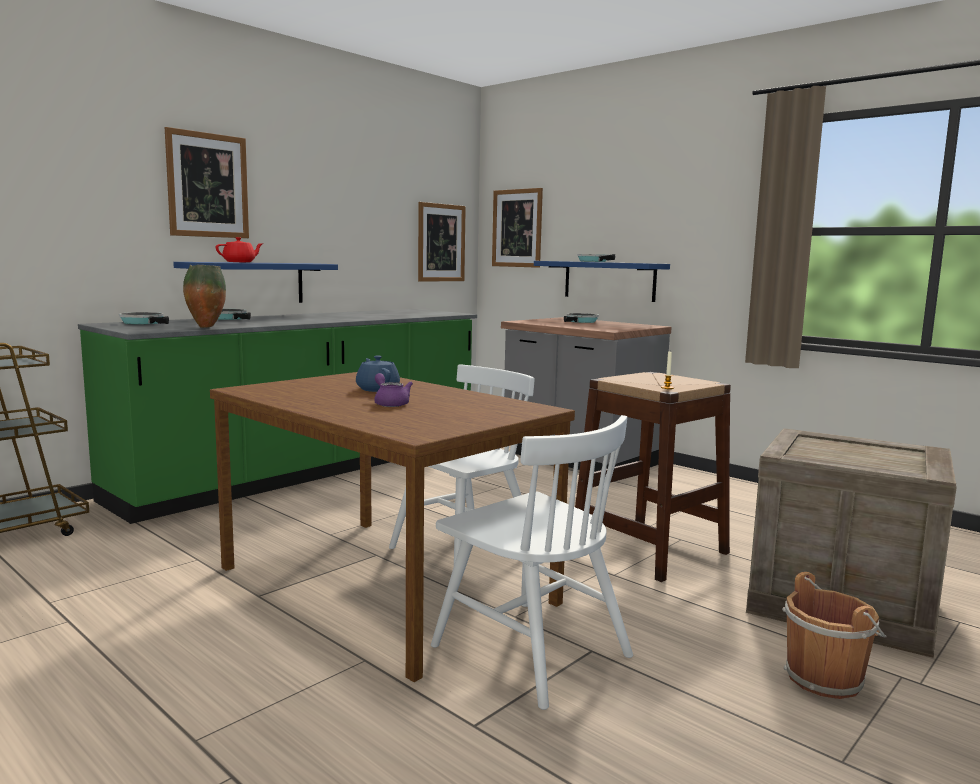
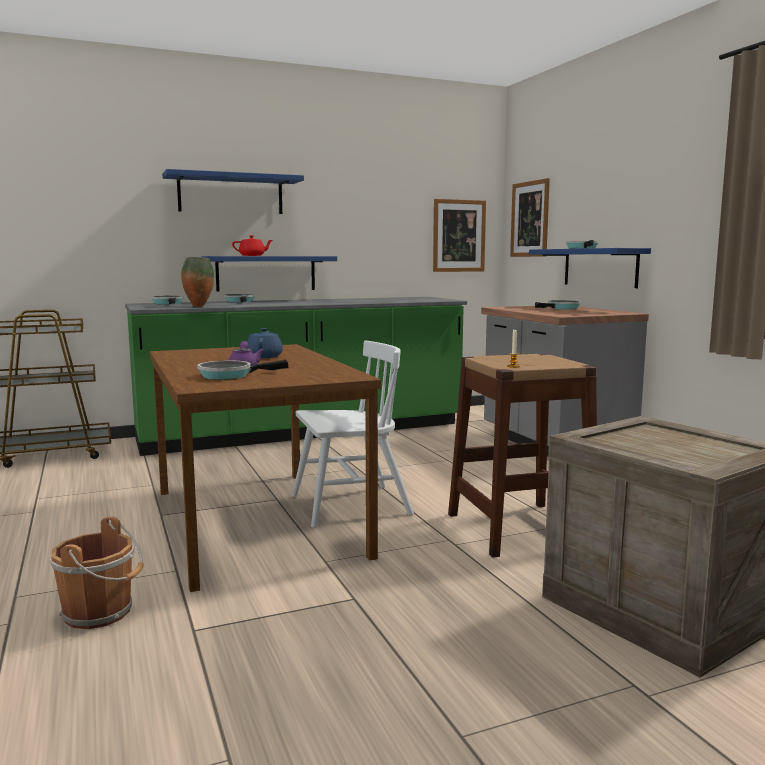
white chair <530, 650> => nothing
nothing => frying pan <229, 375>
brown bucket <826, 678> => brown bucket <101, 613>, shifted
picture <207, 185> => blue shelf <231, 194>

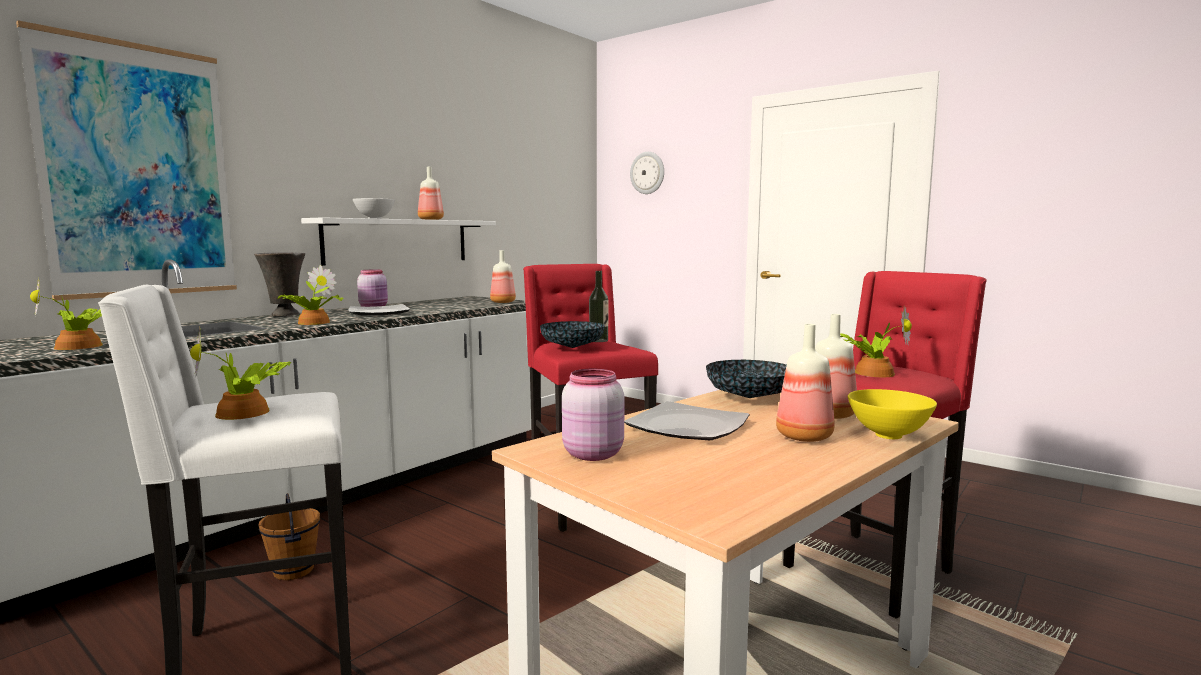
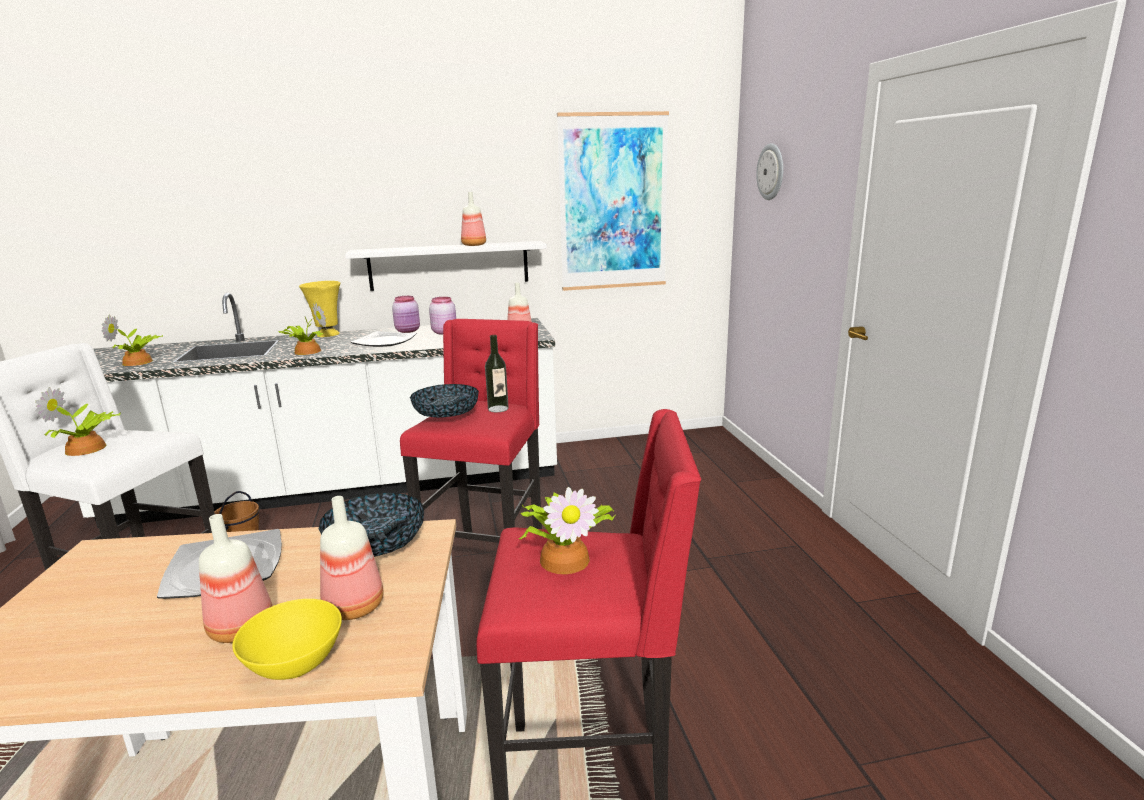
white bowl <375, 218> => nothing
picture <138, 172> => picture <613, 203>, shifted
pink jar <591, 454> => pink jar <444, 332>, shifted
grey vase <284, 315> => yellow vase <327, 335>

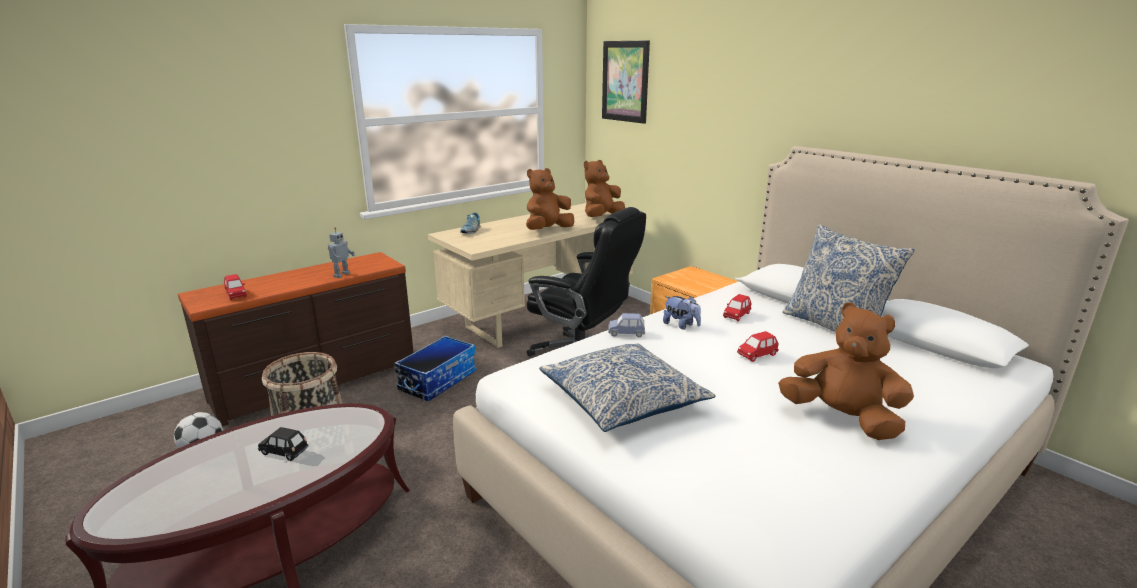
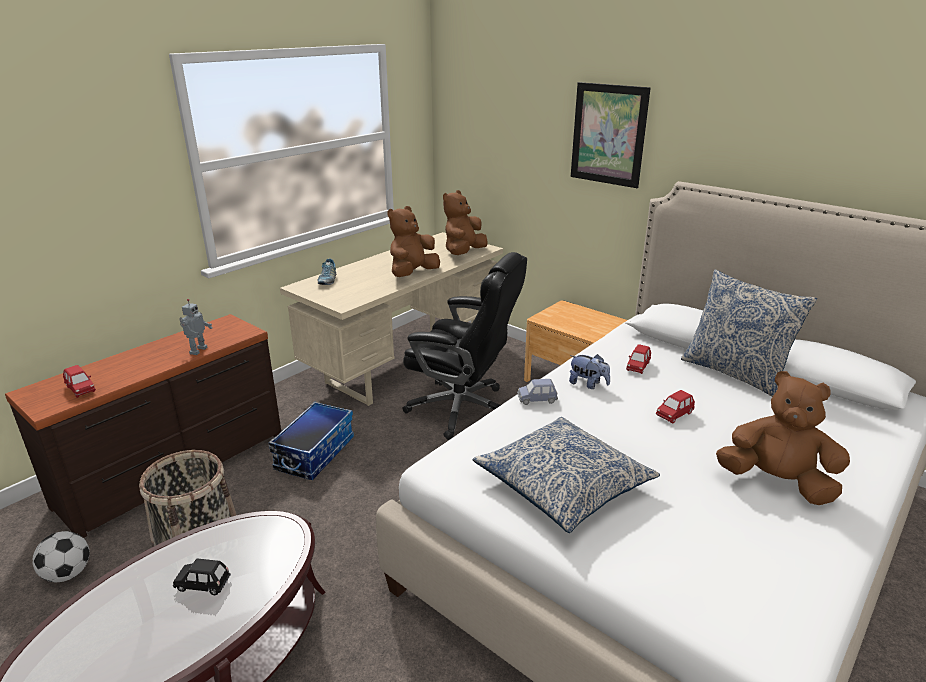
picture <625, 81> => picture <608, 134>, shifted

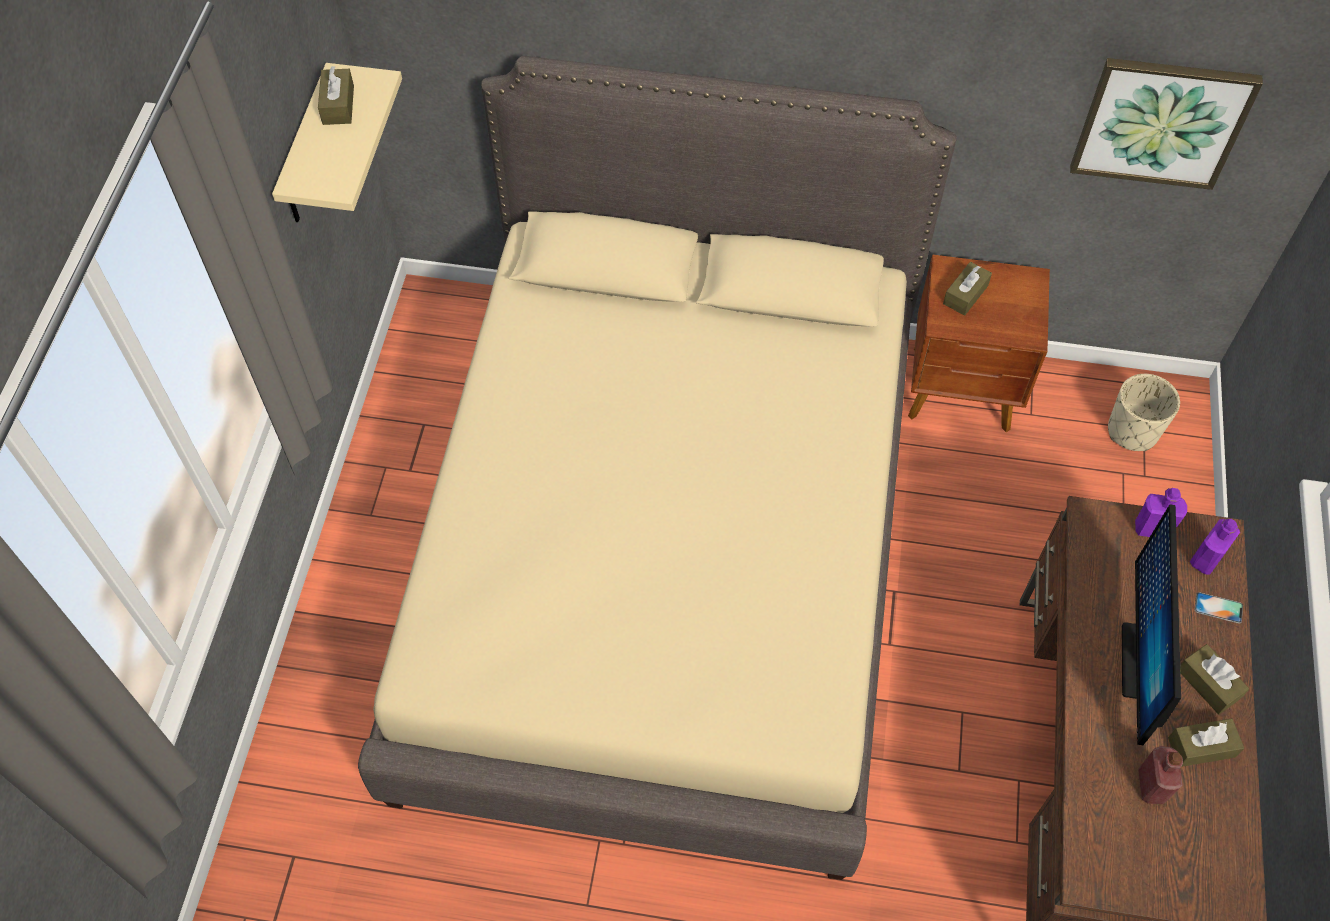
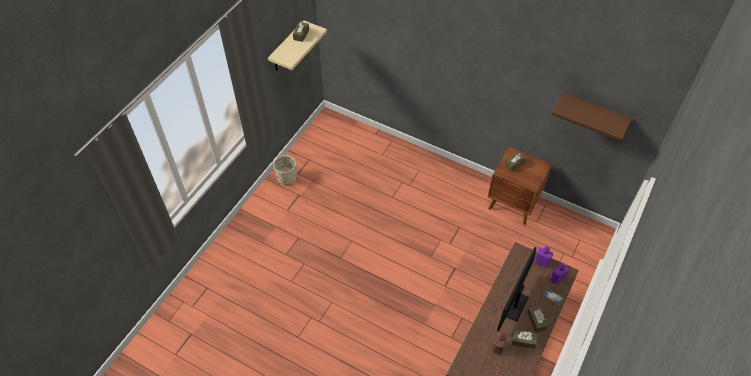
beige bed <665, 556> => nothing
beige planter <1132, 431> => beige planter <287, 178>, shifted
picture <1161, 122> => brown shelf <593, 114>

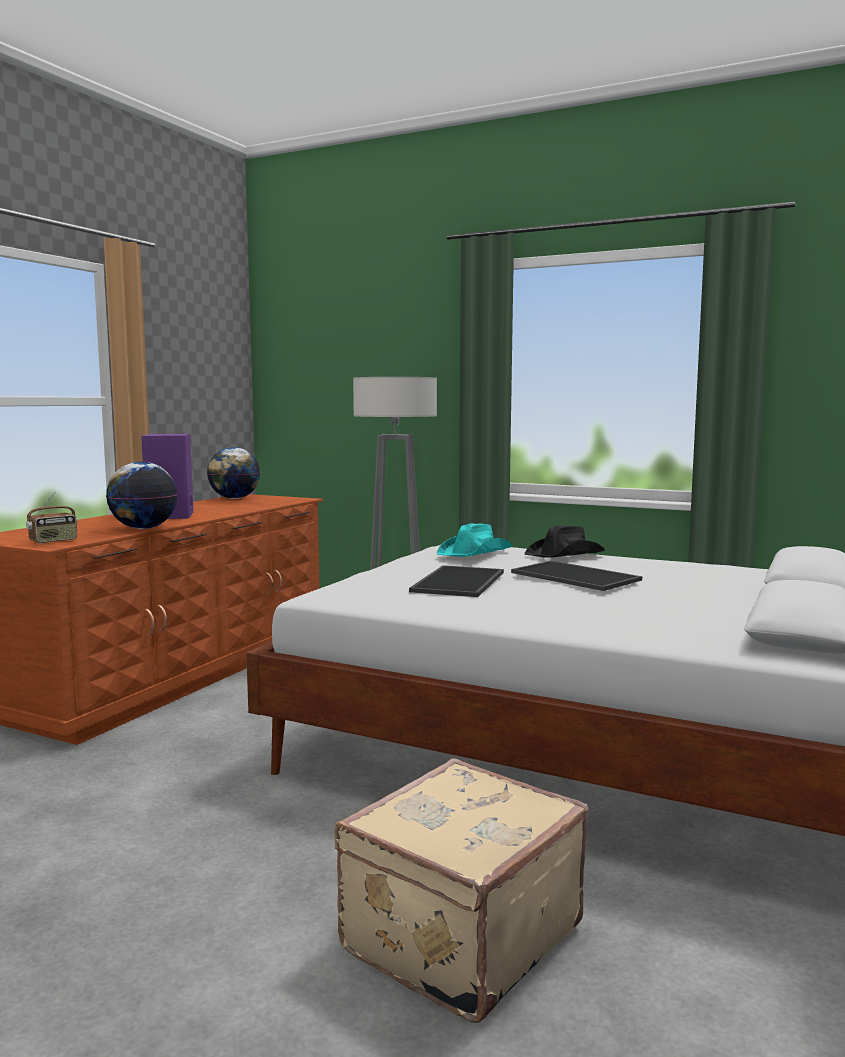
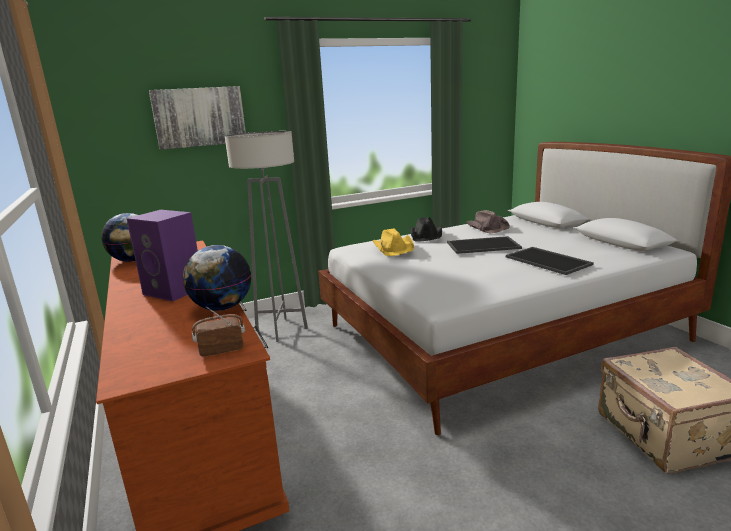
nothing => picture <199, 117>
nothing => brown hat <487, 227>
tray <460, 582> => tray <549, 261>, shifted
turquoise hat <475, 552> => yellow hat <394, 248>
radio <53, 541> => radio <221, 349>, 105 degrees counterclockwise

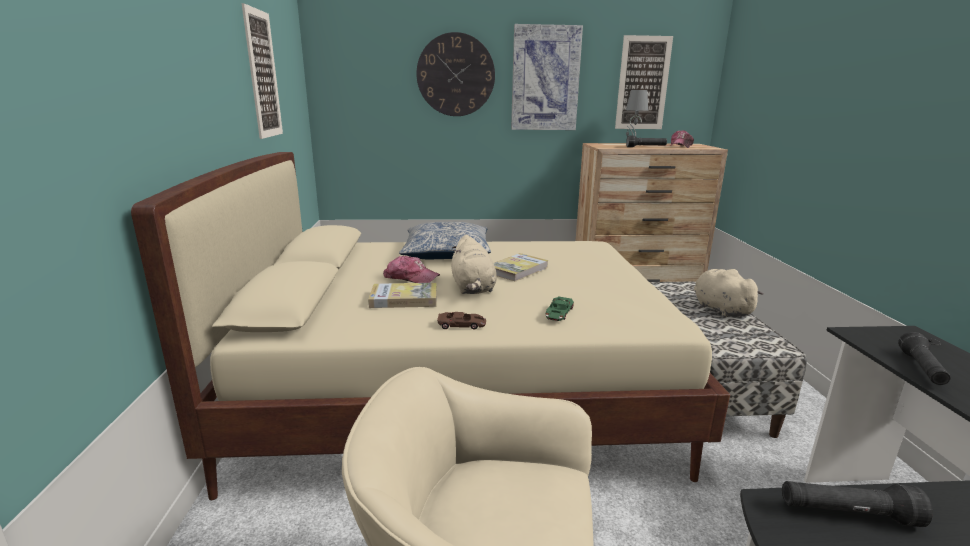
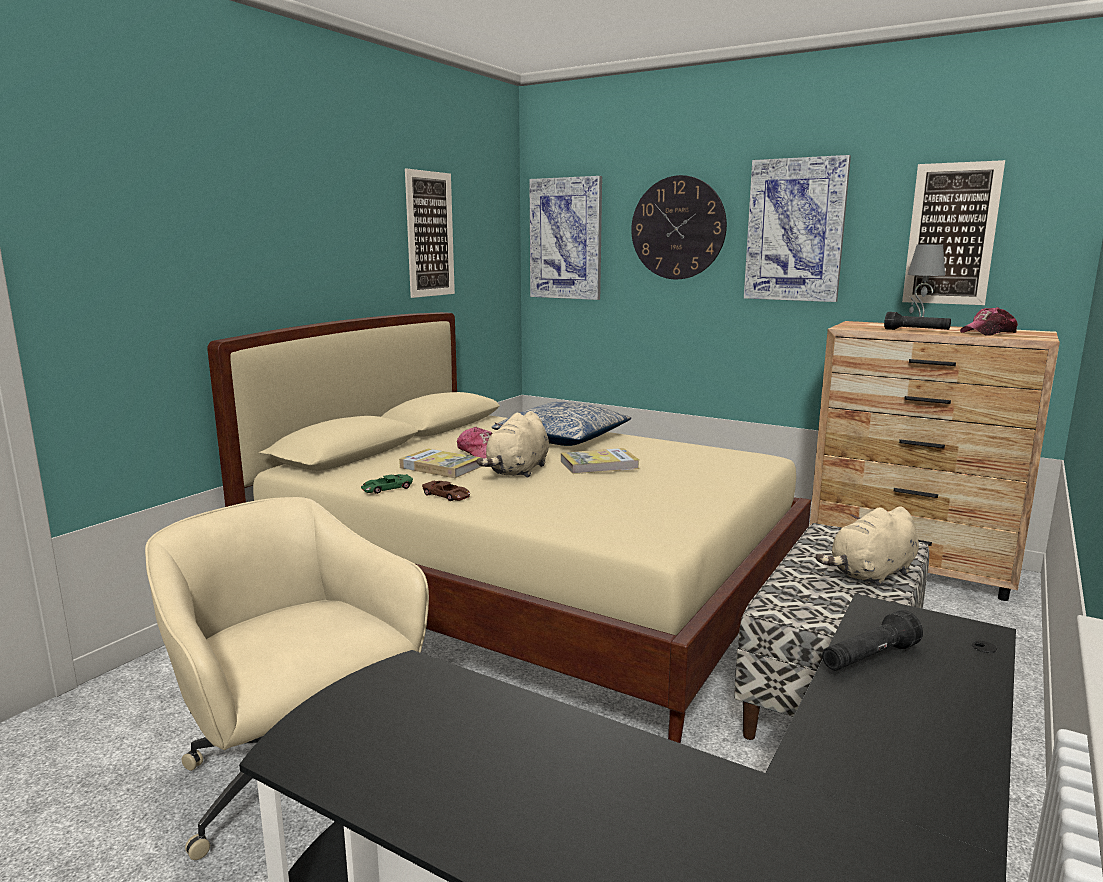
black flashlight <847, 514> => nothing
nothing => picture <566, 239>
green toy car <558, 313> => green toy car <386, 488>, shifted
beige plush toy <719, 309> => beige plush toy <871, 574>, 135 degrees counterclockwise

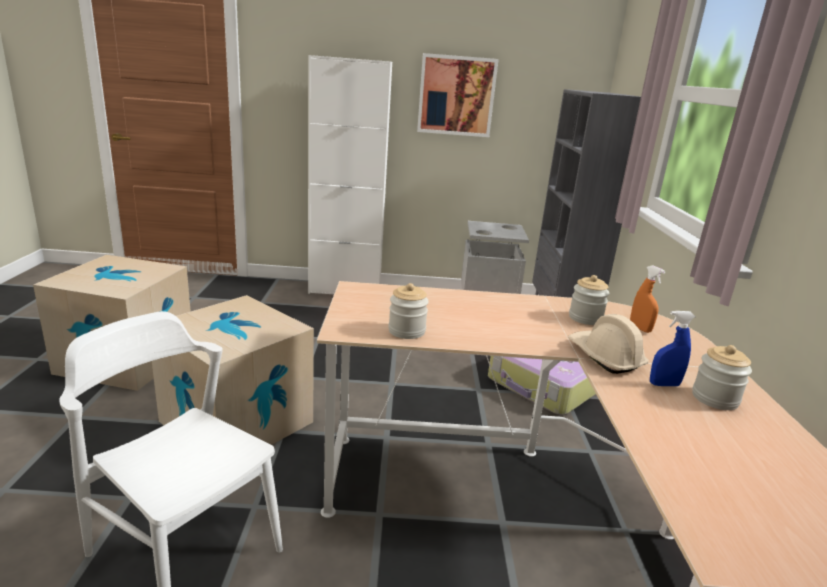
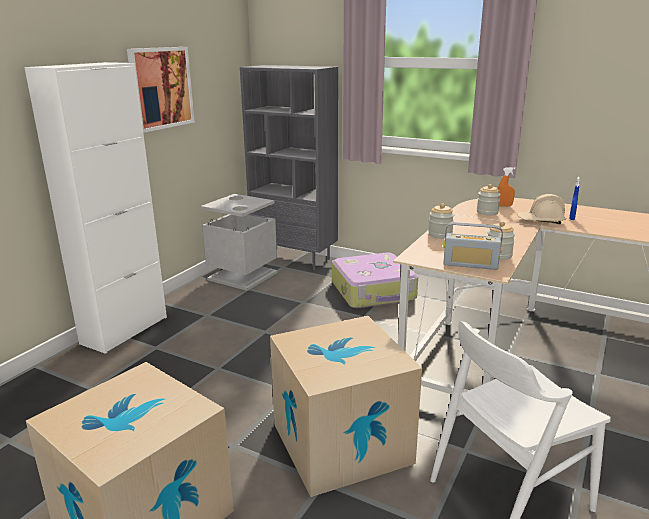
nothing => radio <470, 264>
jar <715, 398> => jar <440, 235>, shifted

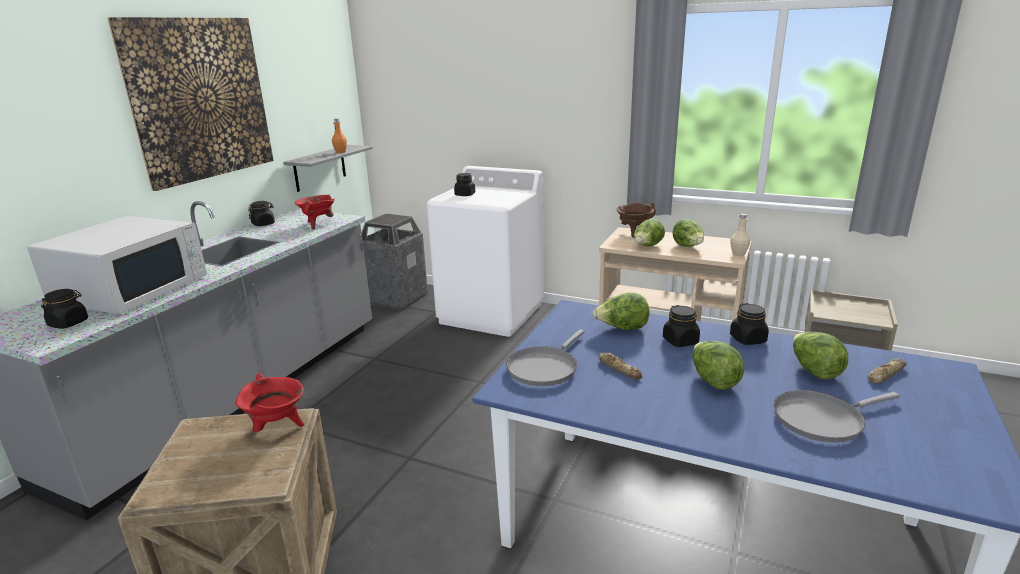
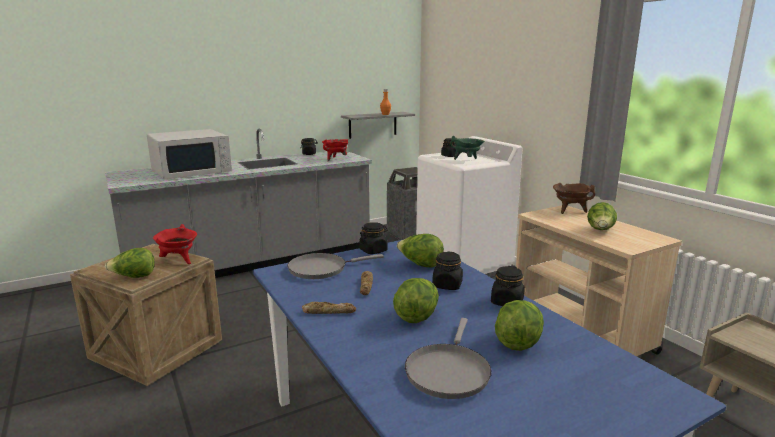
picture <200, 99> => nothing
beige bottle <738, 254> => nothing
nothing => green cooking pot <467, 160>
black jar <68, 323> => black jar <373, 250>, shifted
lettuce <647, 246> => lettuce <134, 277>, shifted
bread <885, 374> => bread <329, 311>, shifted
grey frying pan <821, 419> => grey frying pan <448, 371>, 90 degrees counterclockwise

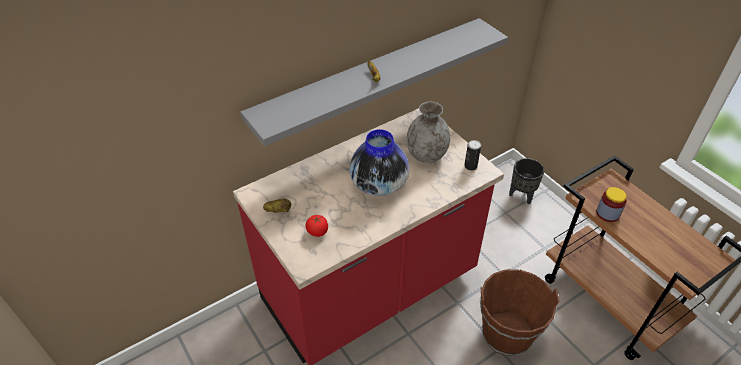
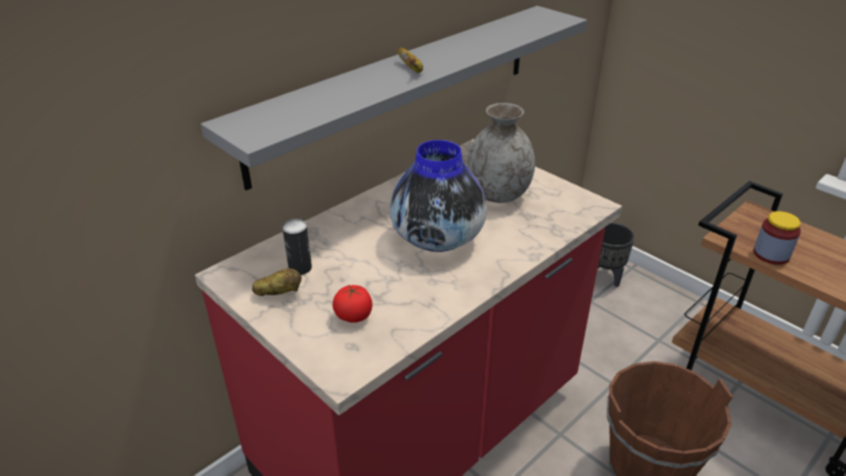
can <470, 166> => can <300, 268>, shifted

